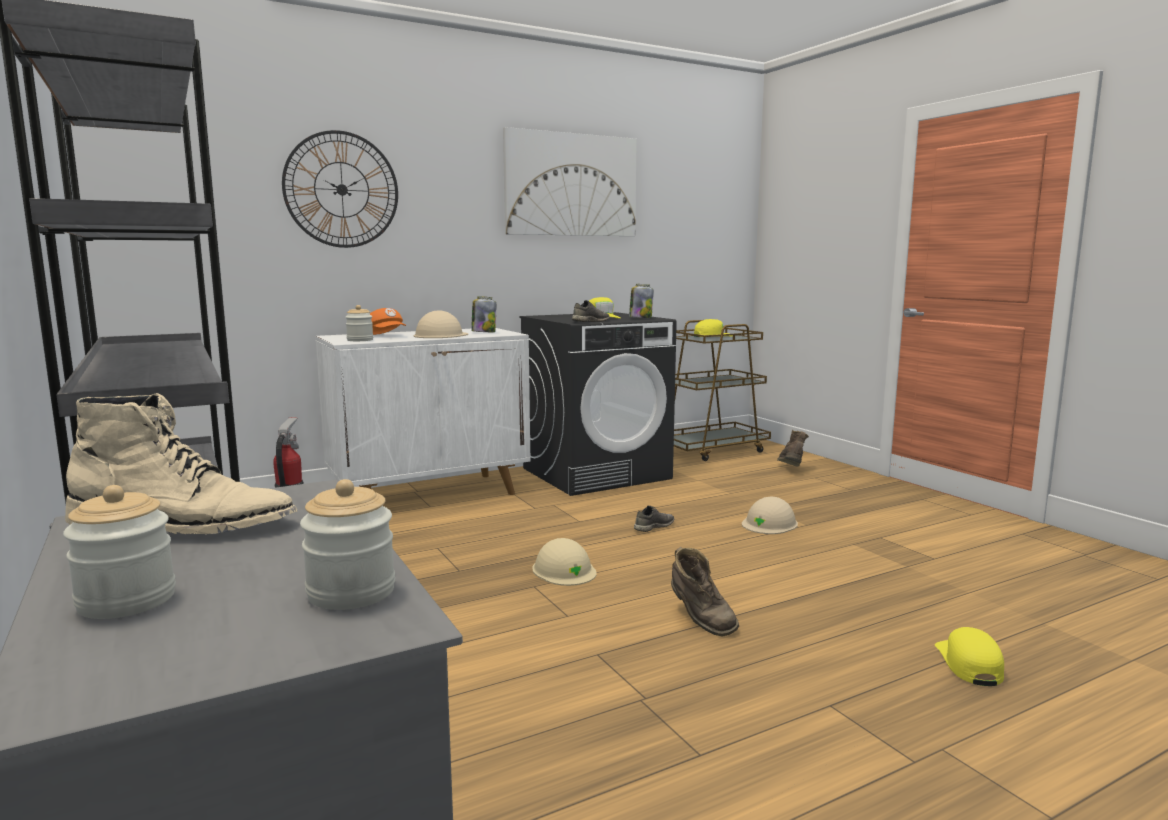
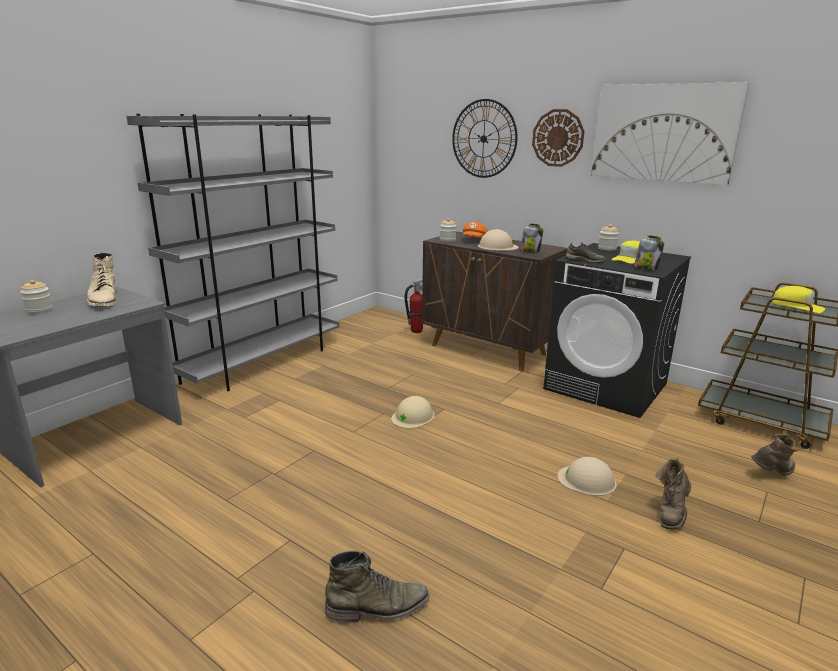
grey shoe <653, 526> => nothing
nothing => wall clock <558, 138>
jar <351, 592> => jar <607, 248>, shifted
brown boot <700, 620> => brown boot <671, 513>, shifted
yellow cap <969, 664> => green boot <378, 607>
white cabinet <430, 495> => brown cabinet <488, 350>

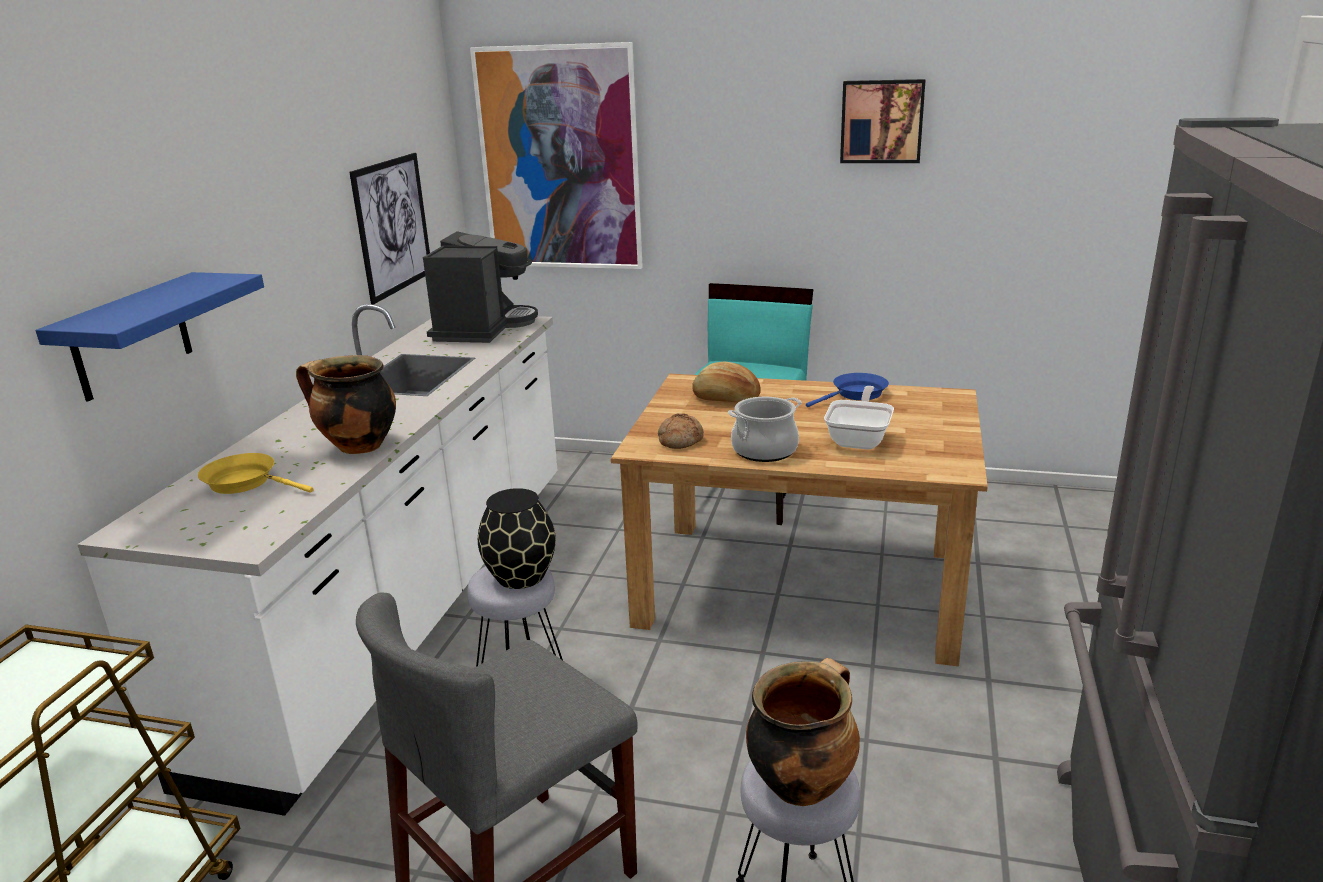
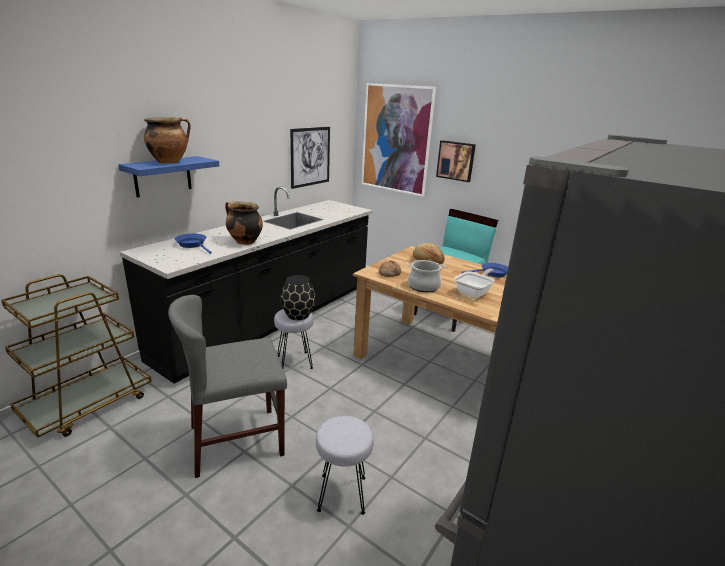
coffee machine <482, 328> => nothing
cooking pot <801, 783> => cooking pot <170, 162>, shifted
picture <882, 121> => picture <456, 160>, shifted
white counter <410, 607> => black counter <272, 321>
yellow frying pan <246, 482> => blue frying pan <193, 245>

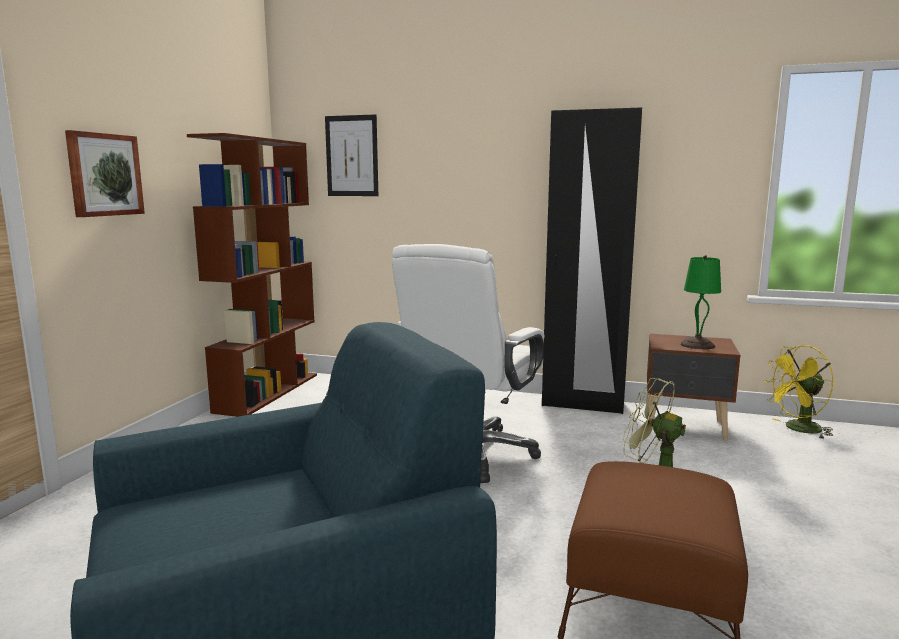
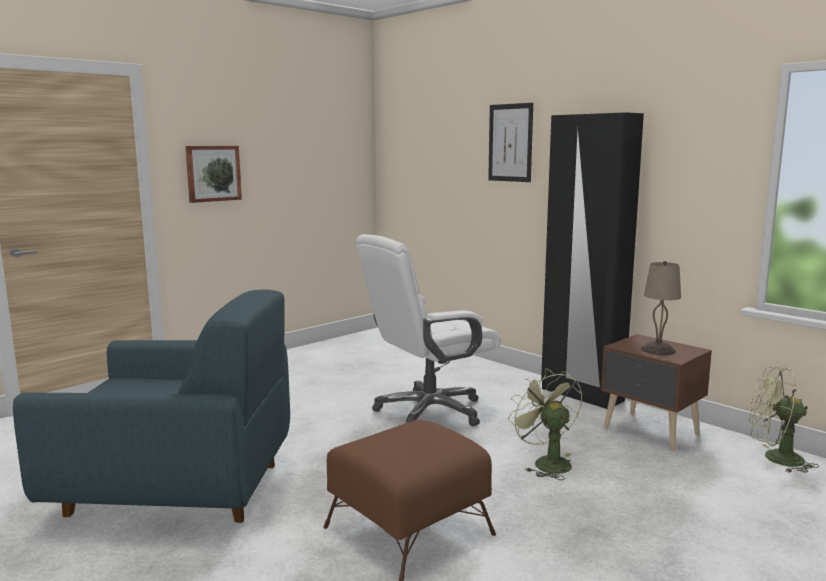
brown bookcase <268, 392> => nothing
picture <352, 156> => picture <510, 143>, shifted
green table lamp <698, 345> => beige table lamp <659, 350>
yellow fan <798, 429> => green fan <775, 459>

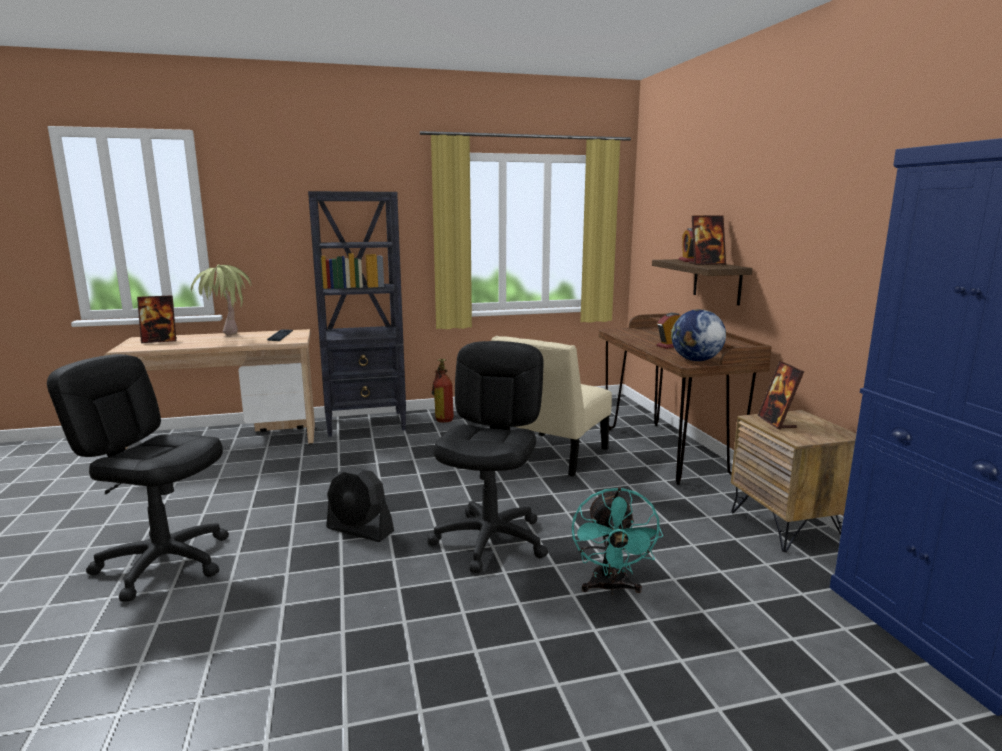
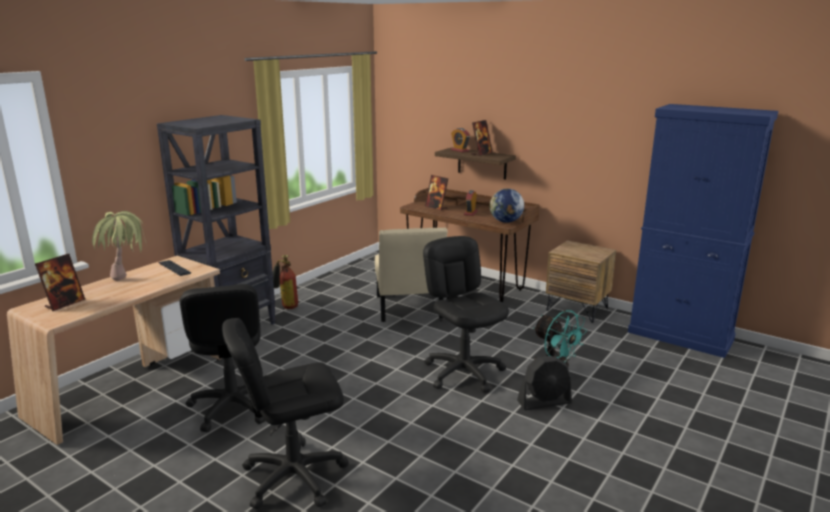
nothing => black office chair <232, 407>
black fan <360, 530> => black fan <544, 402>, shifted
picture frame <777, 422> => picture frame <436, 207>, shifted

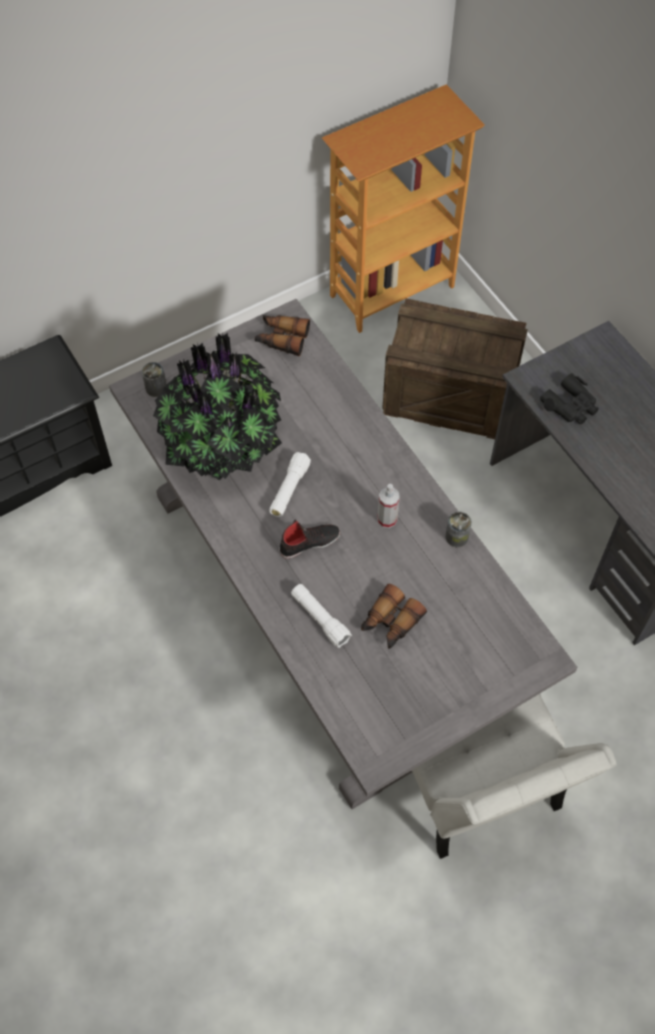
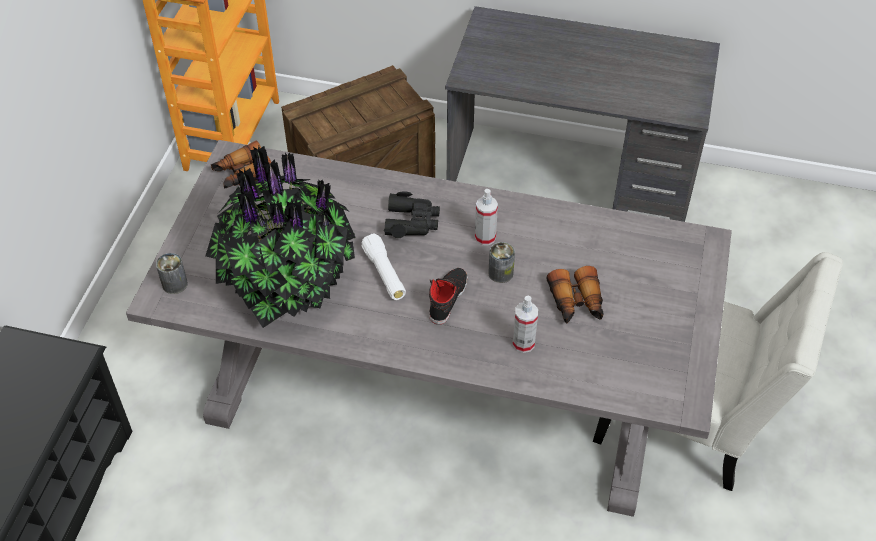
can <456, 537> => can <500, 273>, shifted
black binoculars <570, 405> => black binoculars <412, 221>, shifted
white flashlight <320, 619> => spray bottle <523, 343>

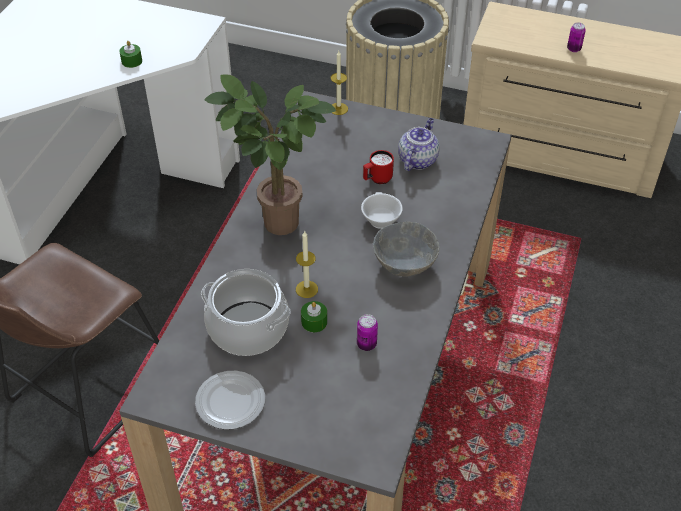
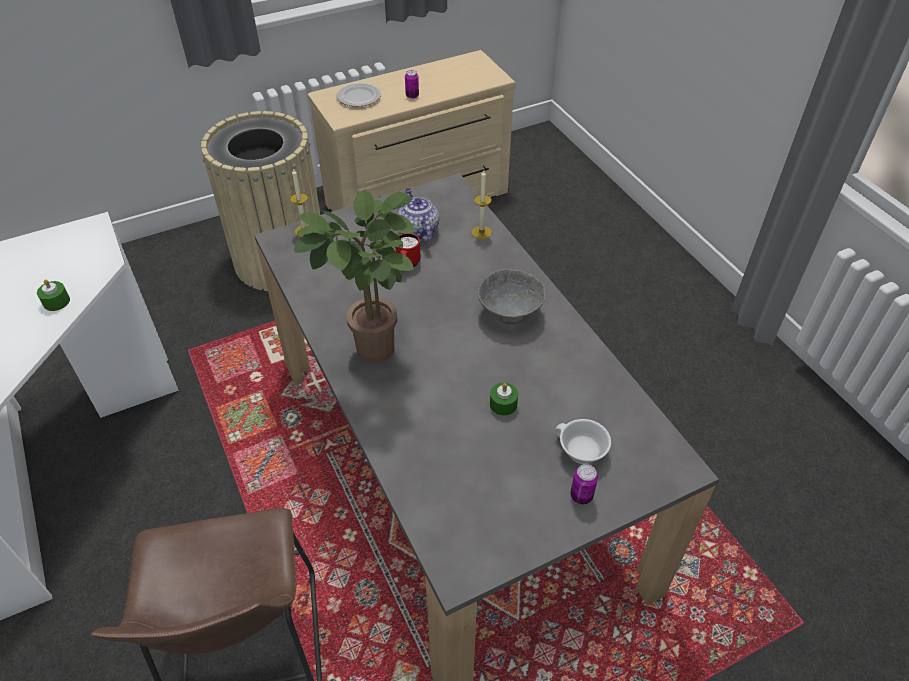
cooking pot <248, 328> => nothing
plate <231, 403> => plate <359, 97>, shifted
candle <306, 289> => candle <481, 232>, shifted
can <366, 344> => can <581, 496>, shifted
white cup <379, 219> => white cup <580, 452>, shifted

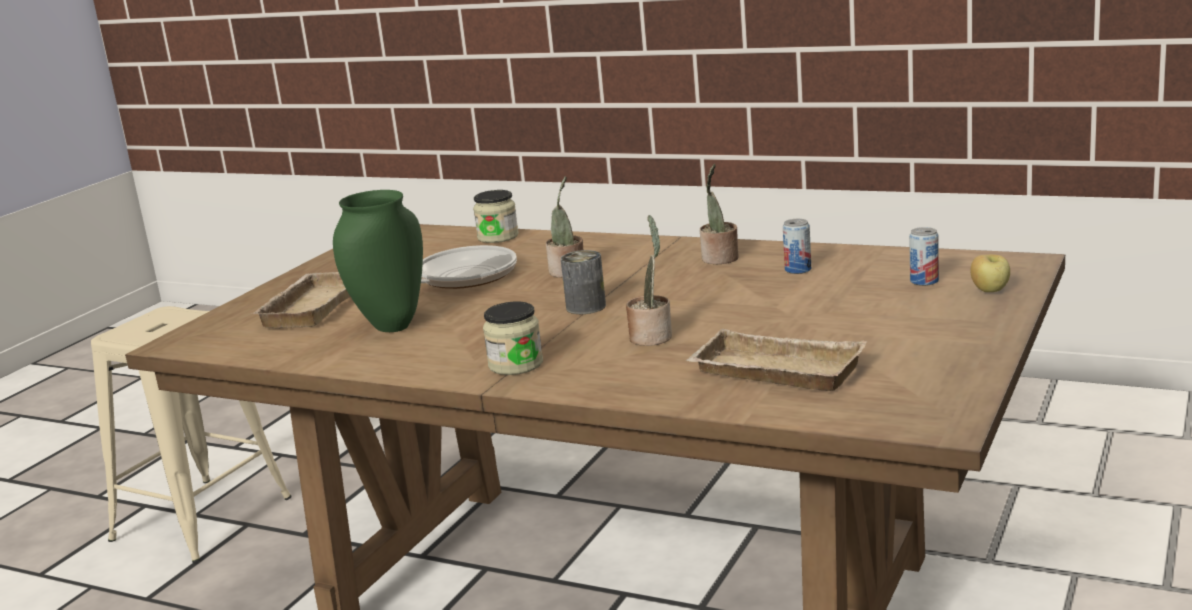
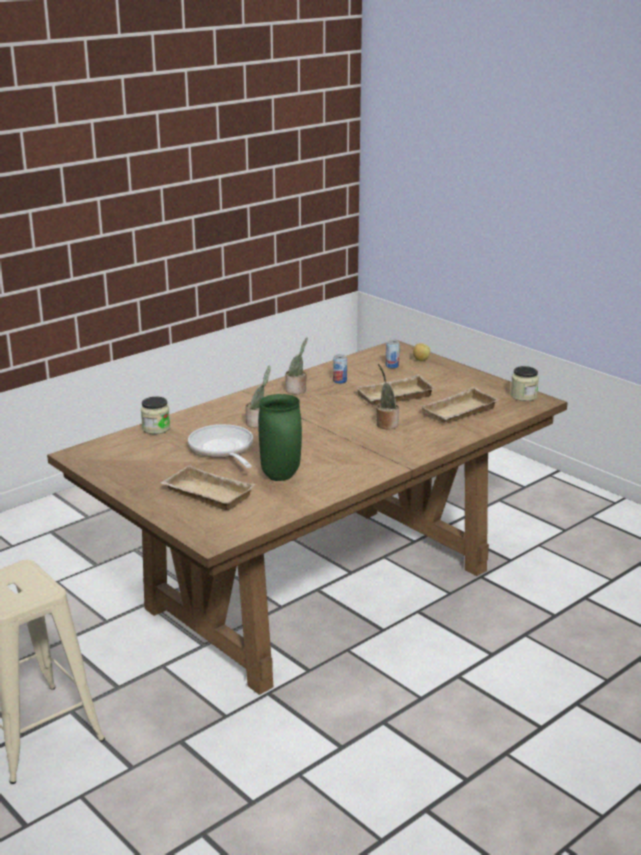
can <586, 307> => nothing
nothing => beige tray <395, 397>
jar <516, 364> => jar <523, 396>, shifted

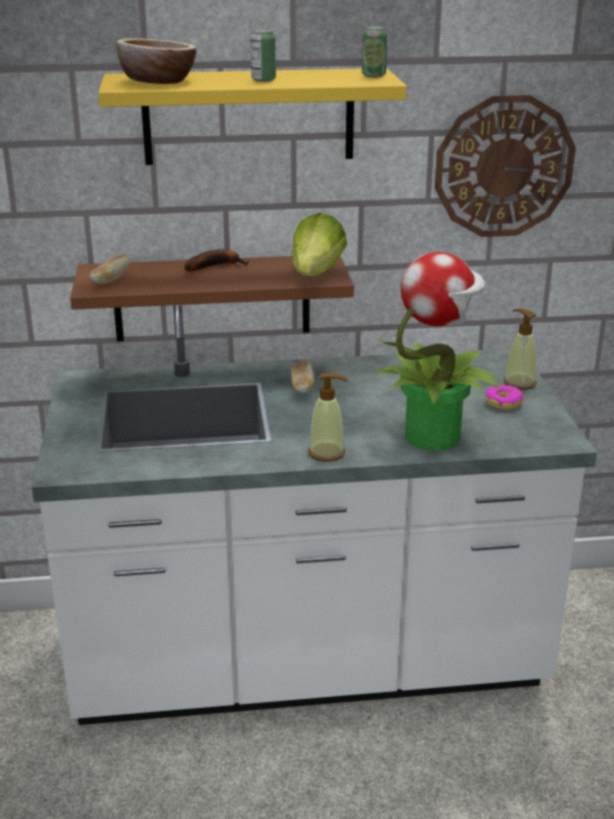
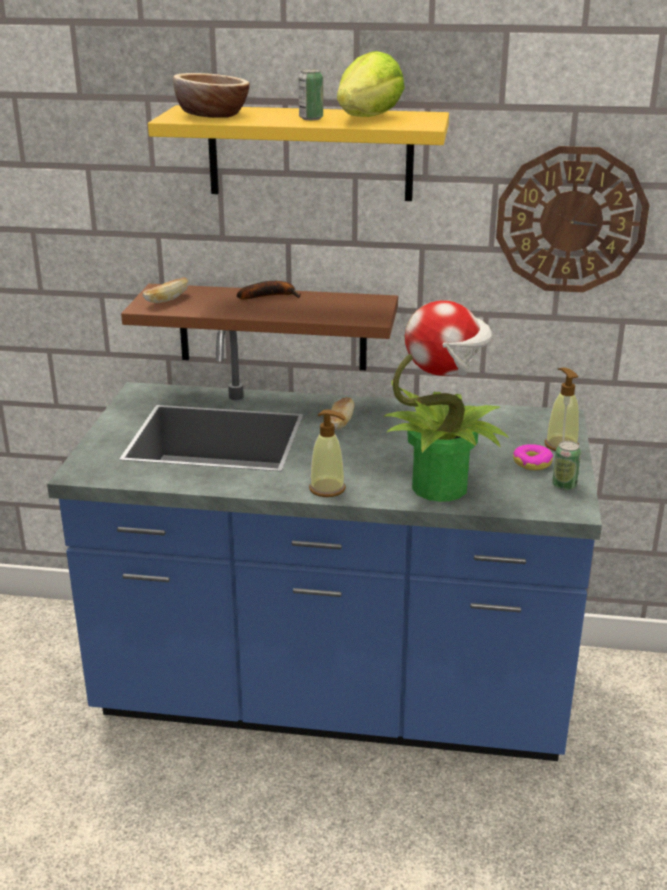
lettuce <316, 273> => lettuce <367, 117>, shifted
can <373, 76> => can <564, 486>, shifted
white counter <307, 660> => blue counter <333, 694>

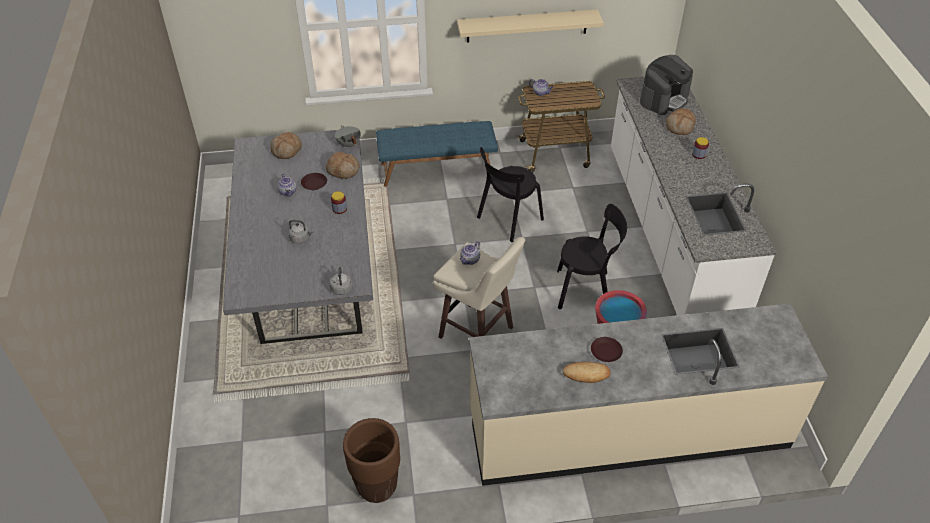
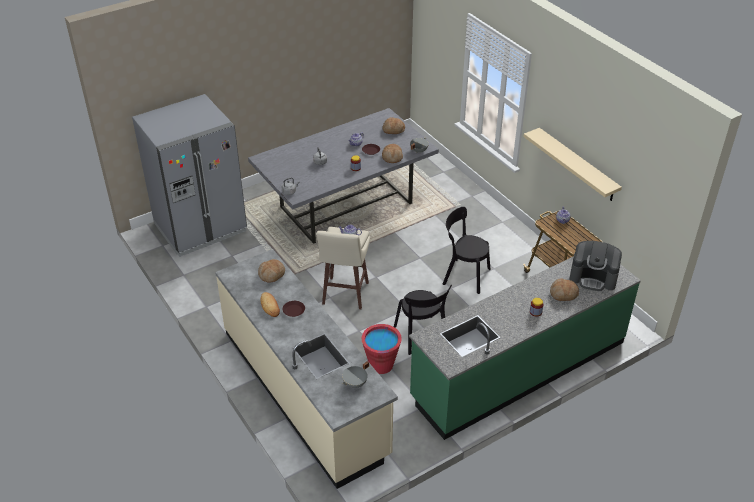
brown planter <376, 487> => nothing
blue bench <437, 169> => nothing
nothing => grey fridge <200, 228>
nothing => bread <272, 274>
nothing => grey cooking pot <355, 384>
white counter <670, 233> => green counter <518, 369>

